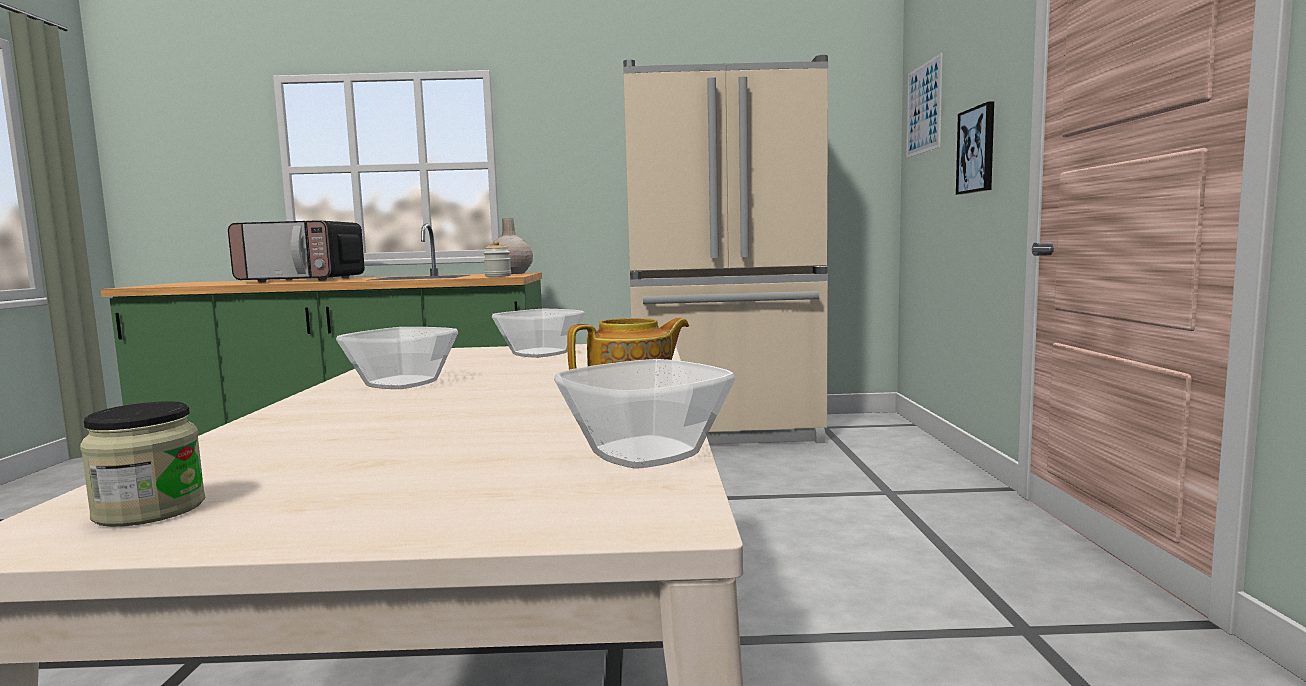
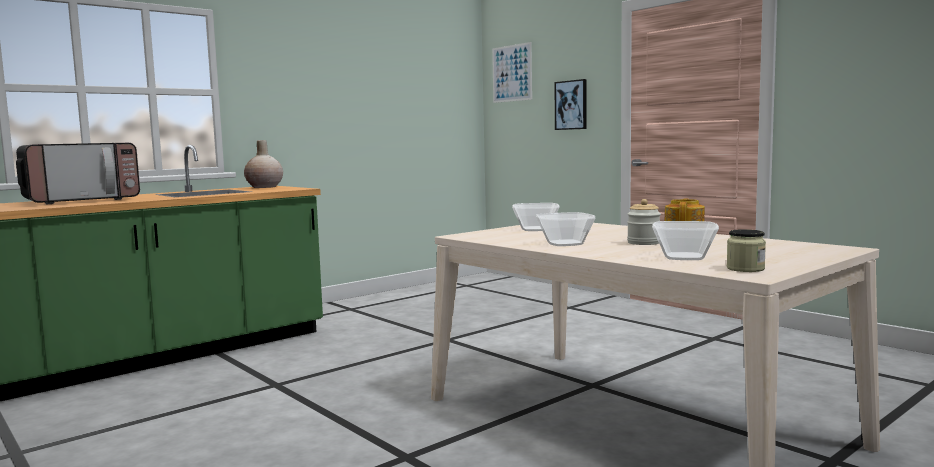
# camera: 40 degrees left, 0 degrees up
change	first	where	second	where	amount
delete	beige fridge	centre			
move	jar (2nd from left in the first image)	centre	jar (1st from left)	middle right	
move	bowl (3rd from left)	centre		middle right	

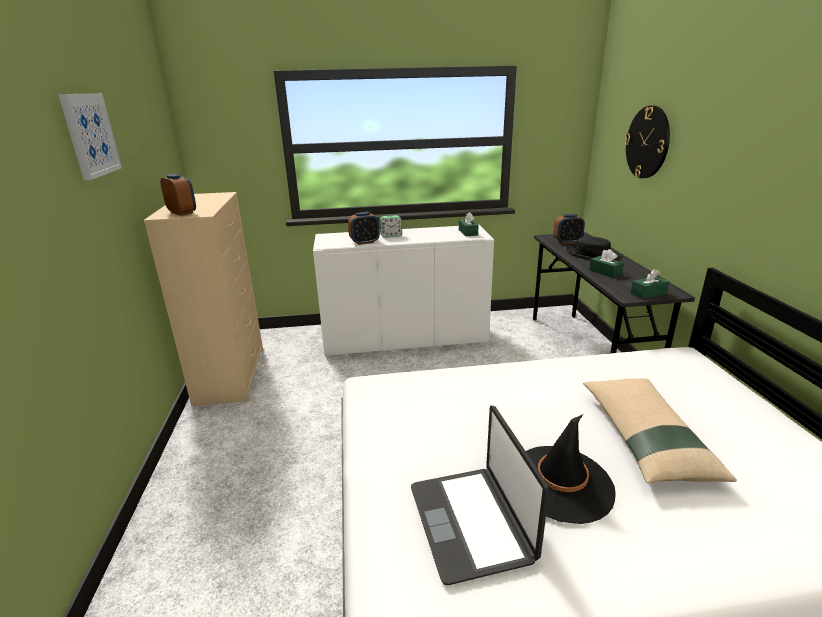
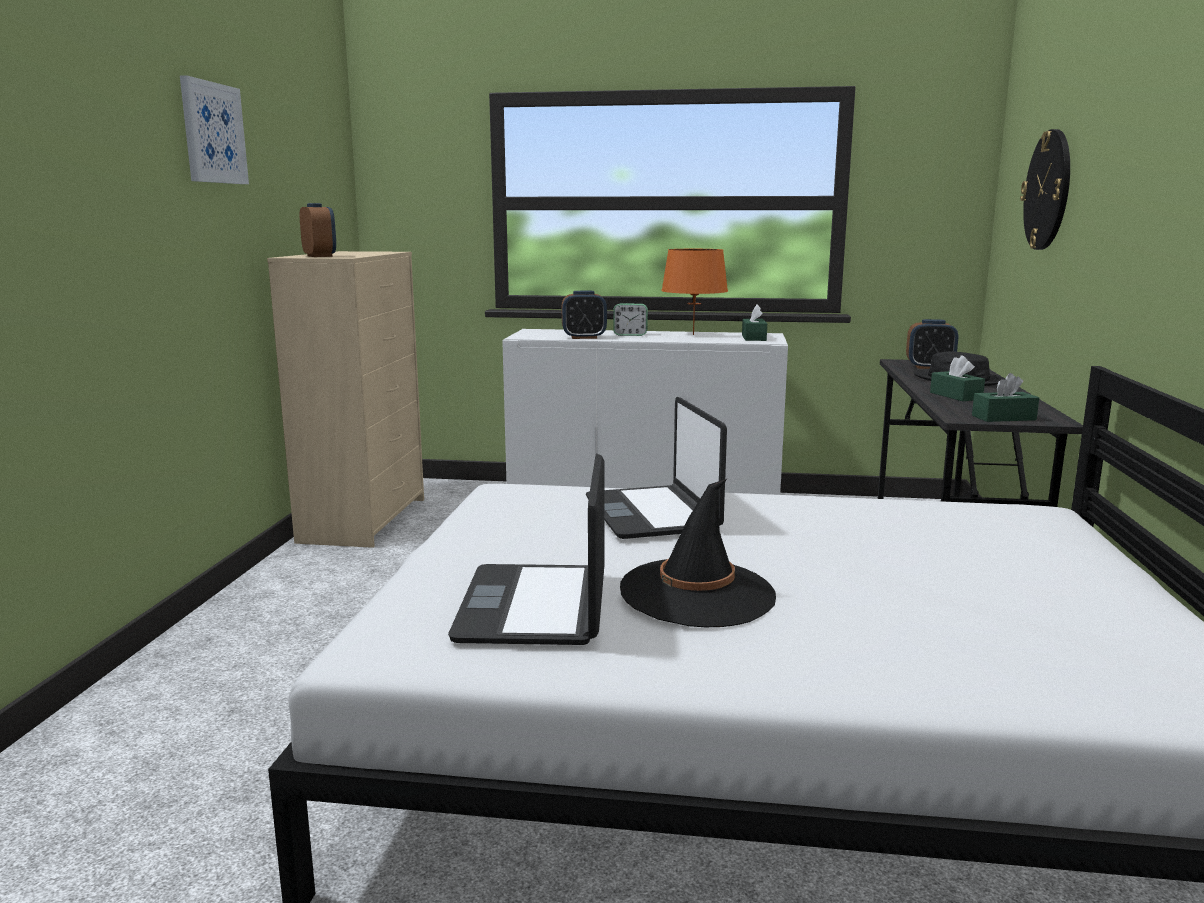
# camera: 15 degrees right, 10 degrees down
change	first	where	second	where	amount
delete	beige pillow	bottom right			
insert			laptop (2nd from left)	centre	
insert			orange table lamp	top centre	

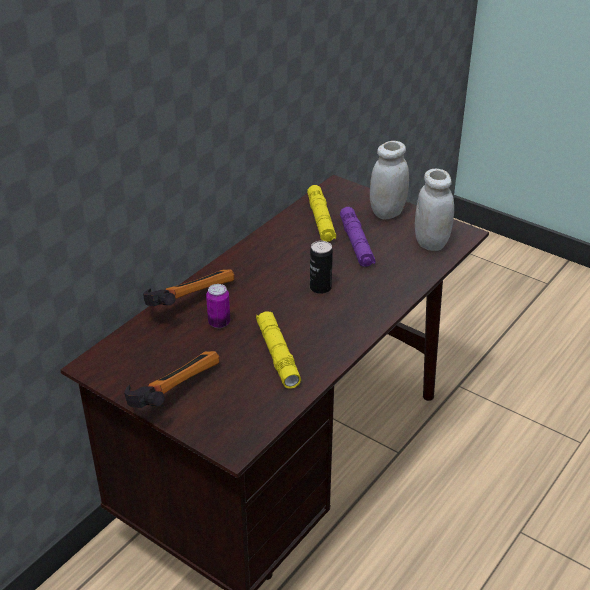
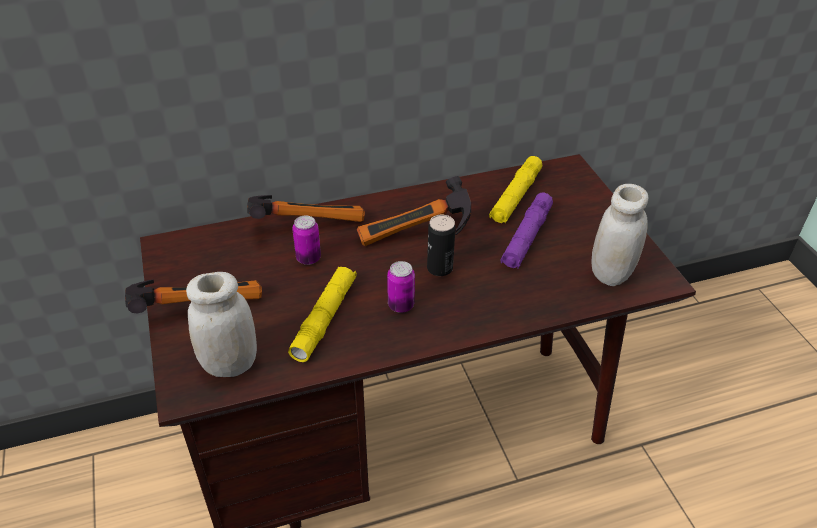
# camera: 35 degrees right, 5 degrees up
change	first	where	second	where	amount
insert			hammer (3rd from left)	centre	
insert			can (2nd from left)	centre	
move	white jar (1st from left)	top centre		middle left	

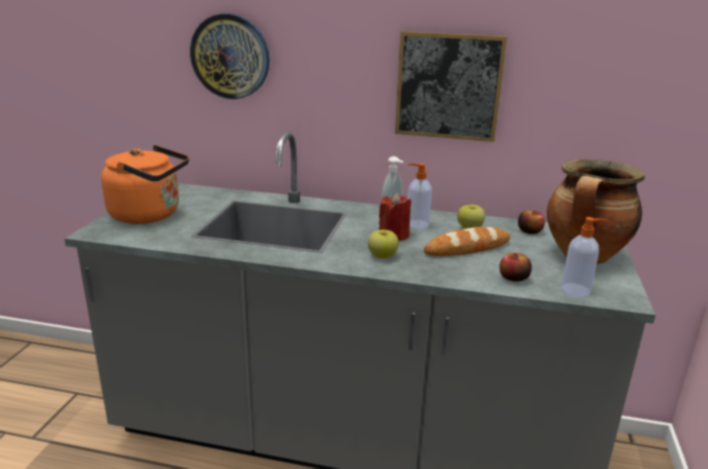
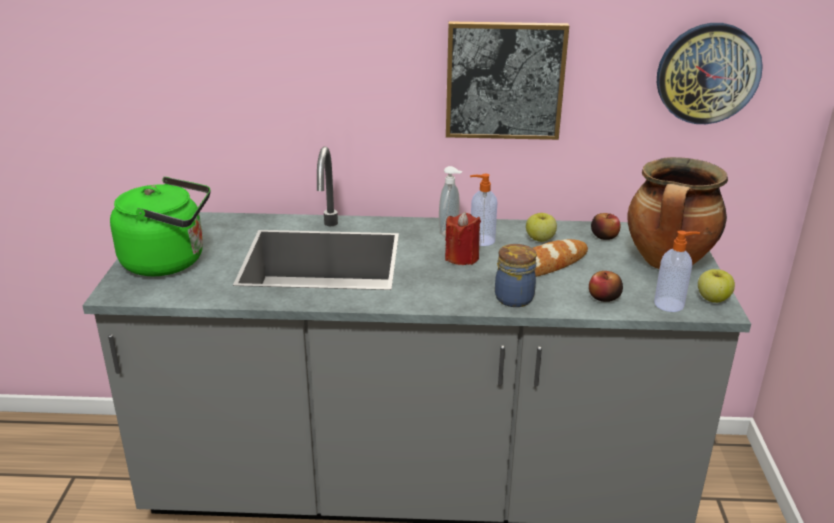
# camera: 10 degrees left, 5 degrees up
change	first	where	second	where	amount
insert			jar	centre	
move	wall clock	top left		top right	
move	apple (1st from left in the first image)	centre	apple (4th from left)	middle right	
recolor	orange kettle	middle left	green kettle	middle left	

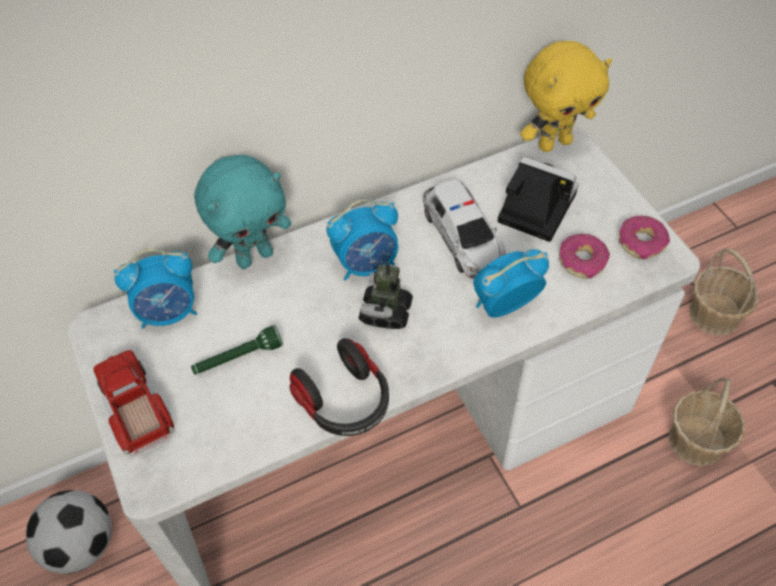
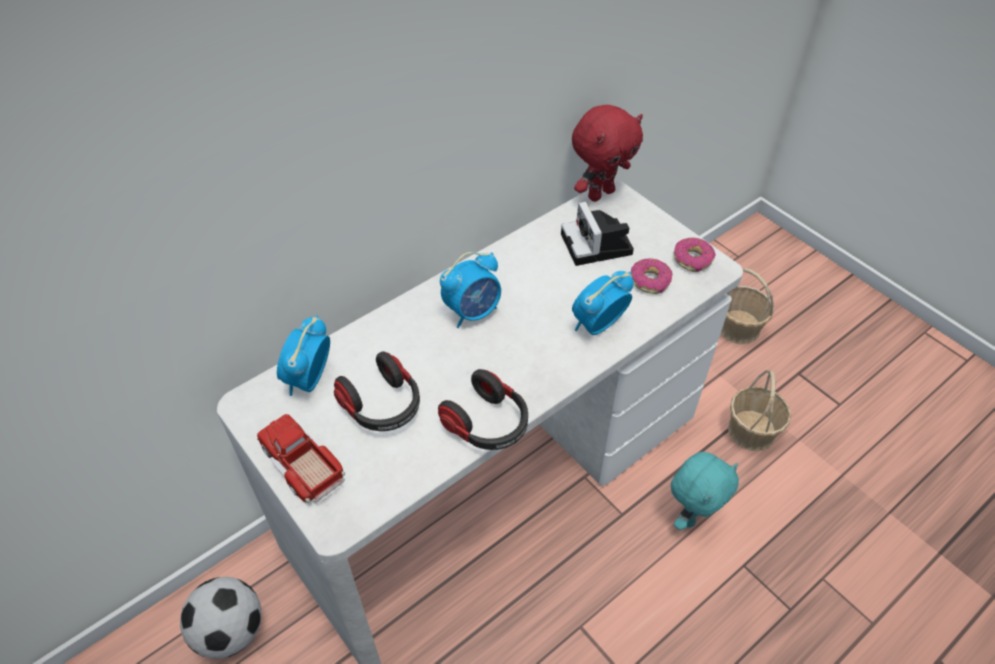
# camera: 15 degrees left, 5 degrees down
change	first	where	second	where	amount
delete	toy robot	centre			
delete	toy car	centre			
move	turquoise plush toy	middle left		bottom right	
replace	green flashlight	middle left	headphones (1st from left)	centre	
recolor	yellow plush toy	top right	red plush toy	top centre	
rotate	alarm clock (1st from left)	middle left		middle left	135 degrees clockwise
rotate	photo camera	middle right		centre	120 degrees counterclockwise

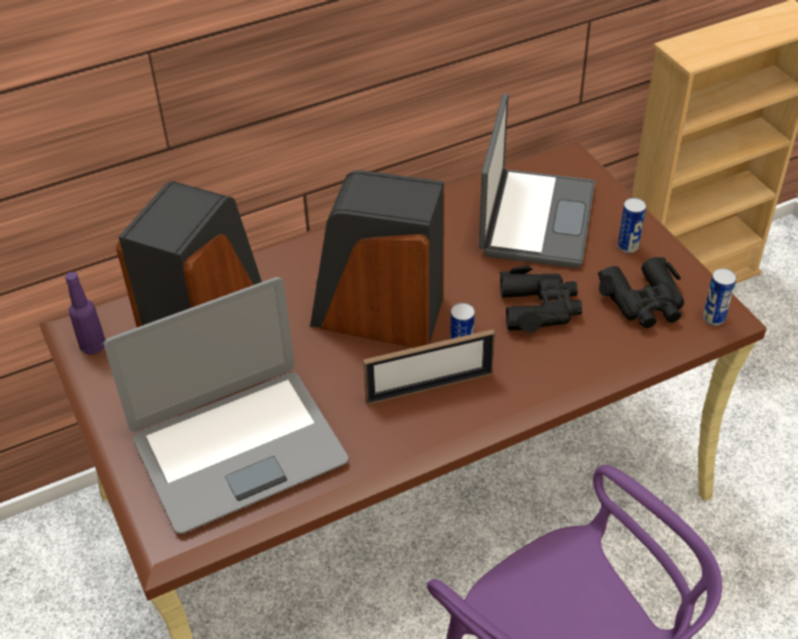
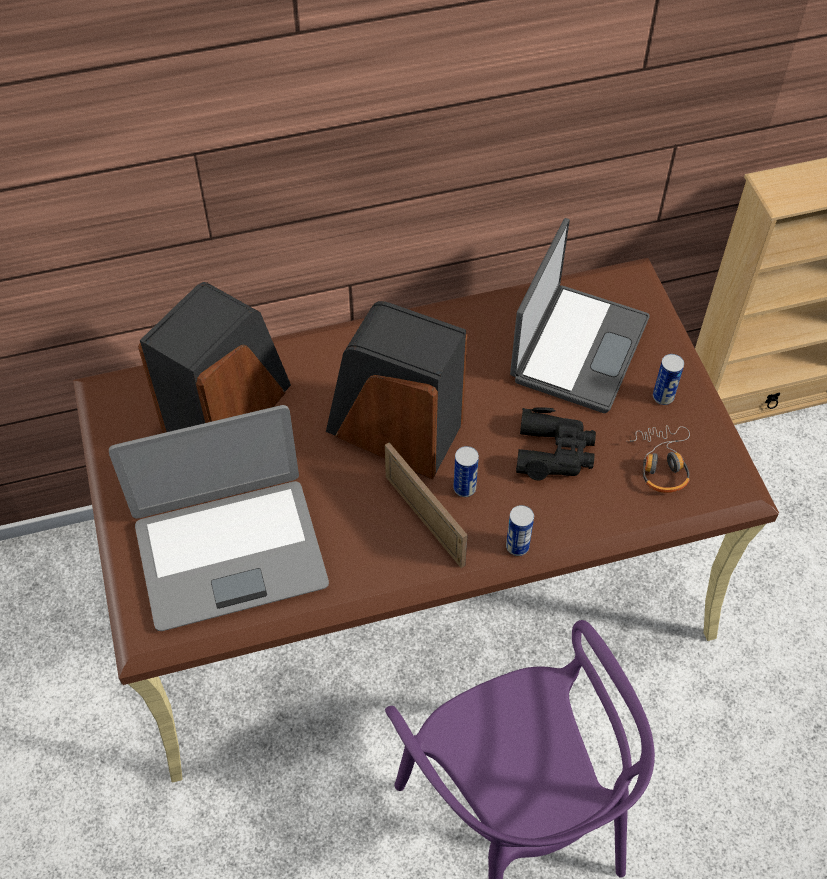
# camera: 10 degrees right, 10 degrees up
change	first	where	second	where	amount
delete	purple bottle	middle left			
move	can (3rd from left in the first image)	middle right	can (2nd from left)	centre	
replace	black binoculars (2nd from left)	middle right	headphones	middle right	
rotate	picture frame	centre		centre	120 degrees counterclockwise

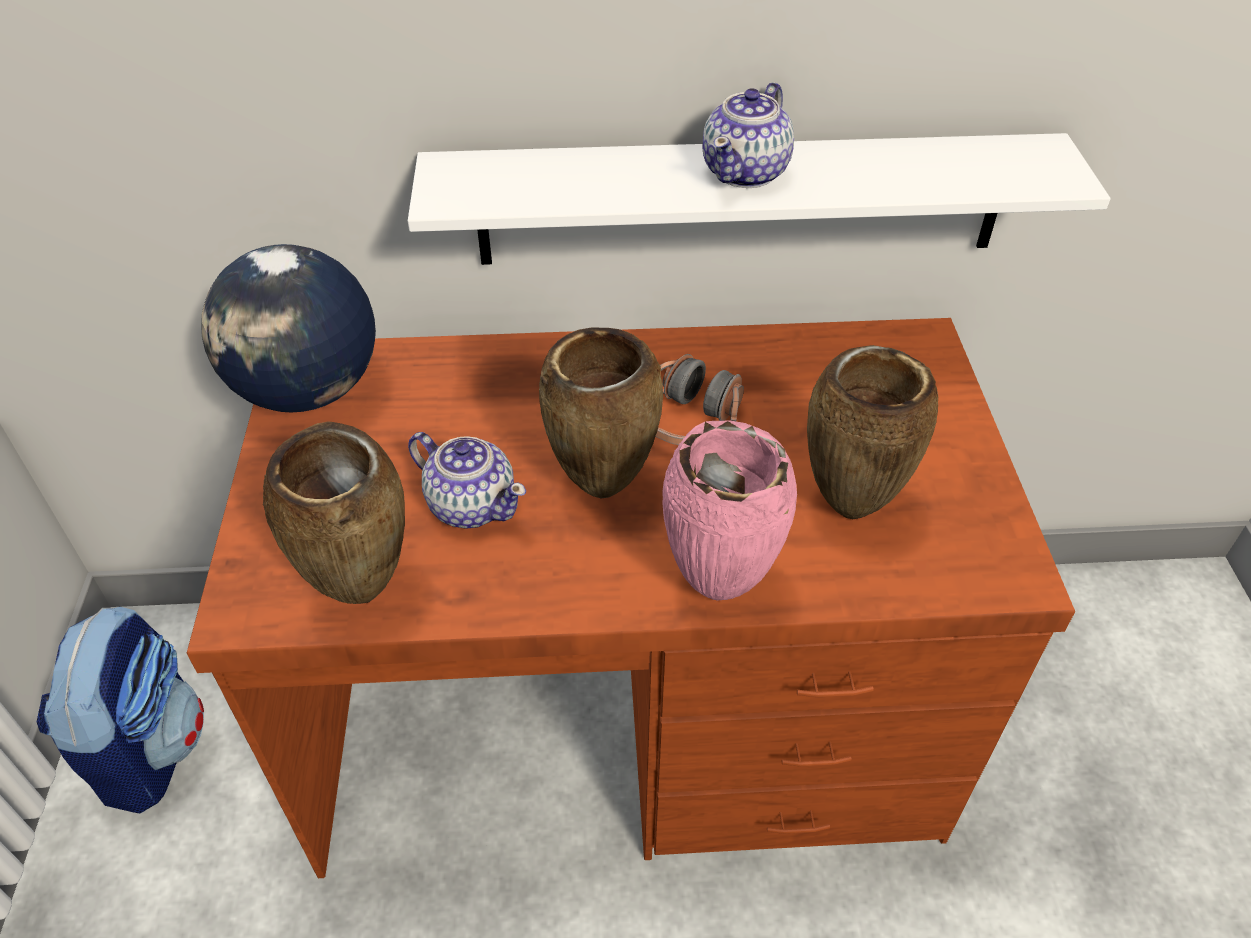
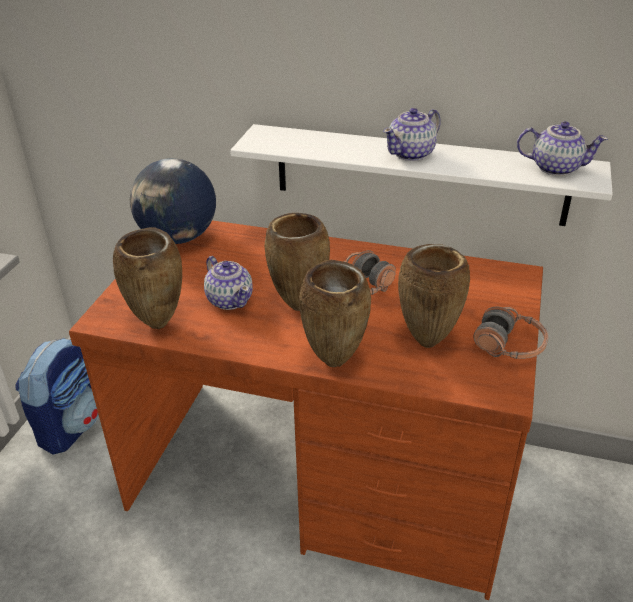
# camera: 20 degrees right, 10 degrees down
change	first	where	second	where	amount
insert			headphones (2nd from left)	middle right	
insert			teapot (3rd from left)	top right	
recolor	pink vase	centre	brown vase (3rd from left)	centre	

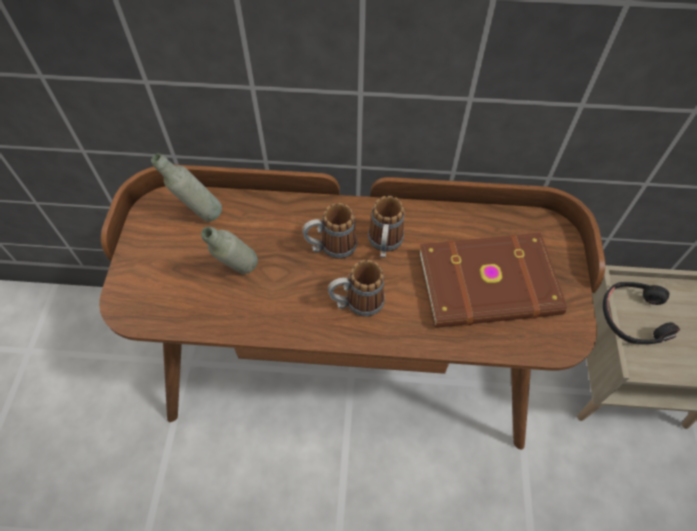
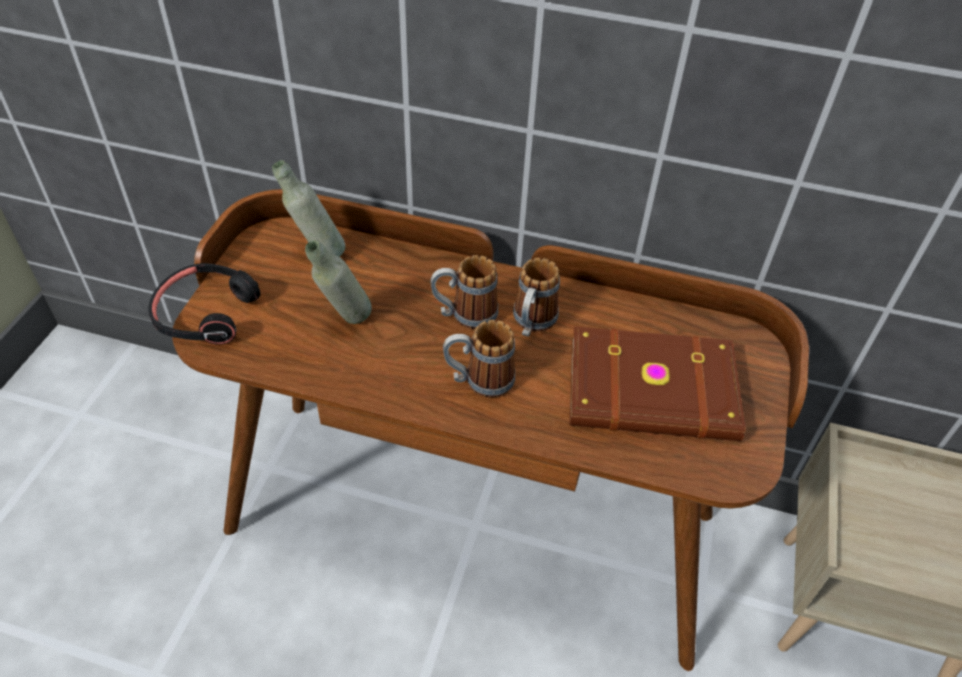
# camera: 10 degrees right, 10 degrees down
change	first	where	second	where	amount
move	black headphones	middle right		middle left	

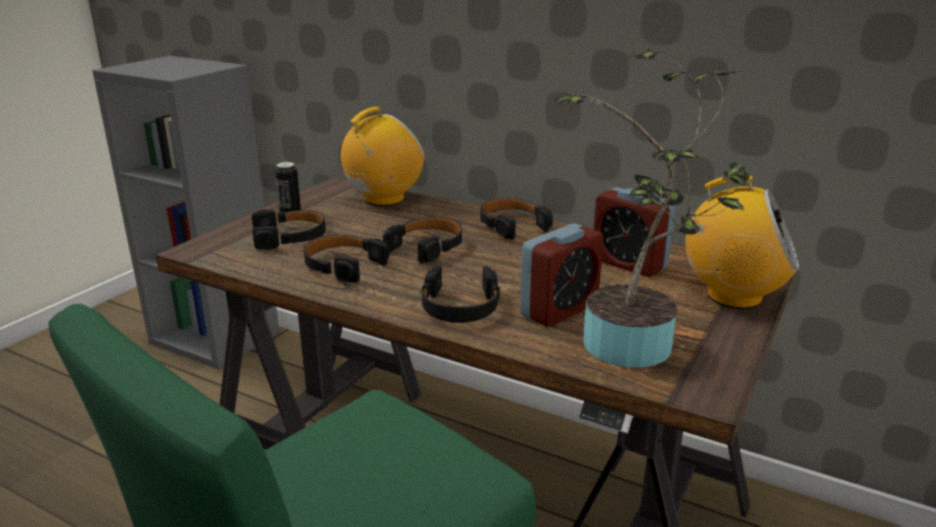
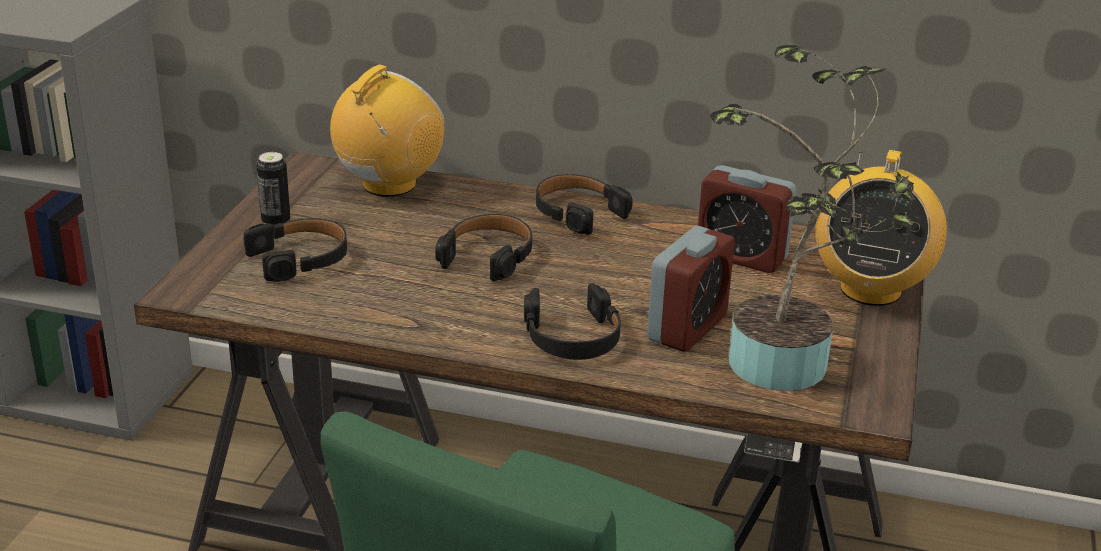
# camera: 15 degrees left, 5 degrees up
change	first	where	second	where	amount
delete	black headphones (2nd from left)	centre			
rotate	radio (2nd from left)	middle right		middle right	105 degrees clockwise

